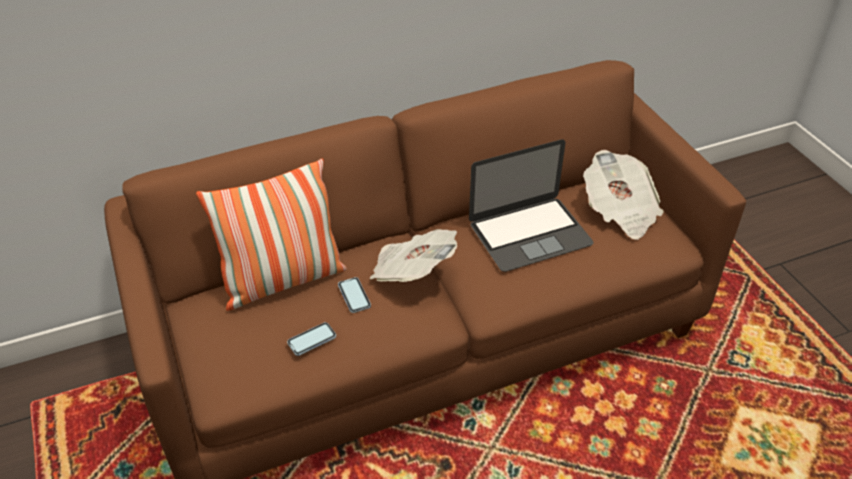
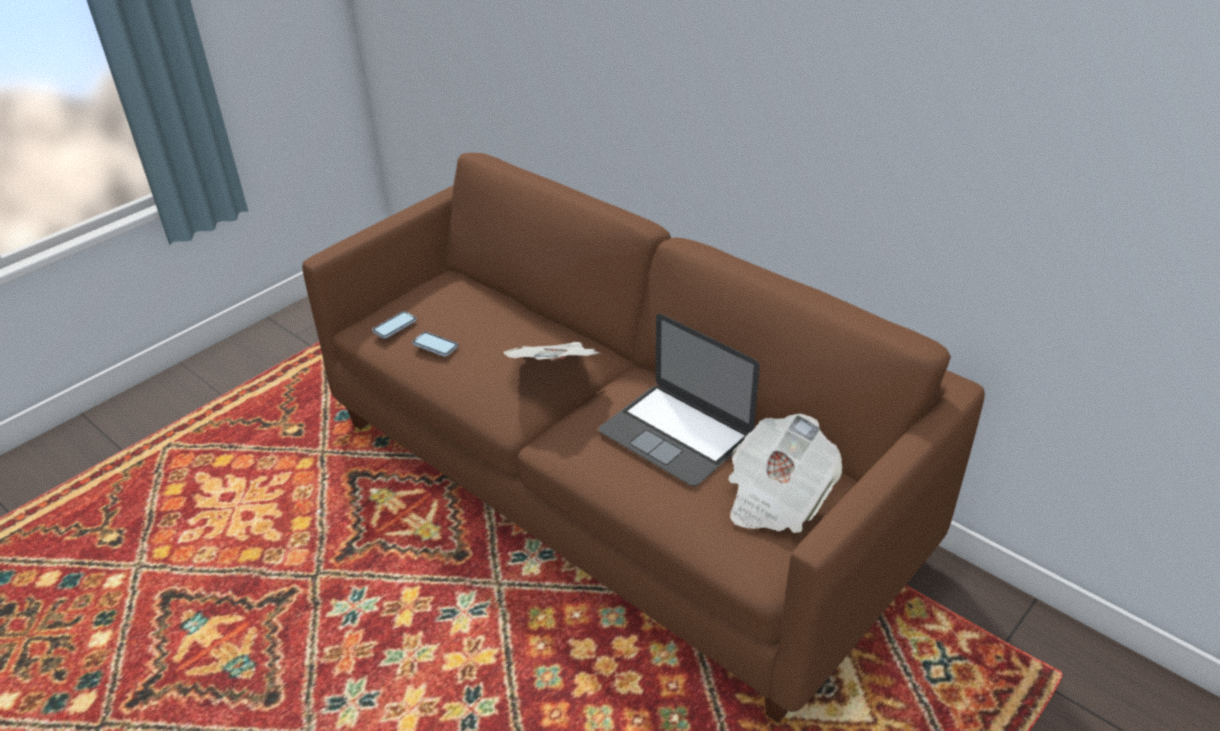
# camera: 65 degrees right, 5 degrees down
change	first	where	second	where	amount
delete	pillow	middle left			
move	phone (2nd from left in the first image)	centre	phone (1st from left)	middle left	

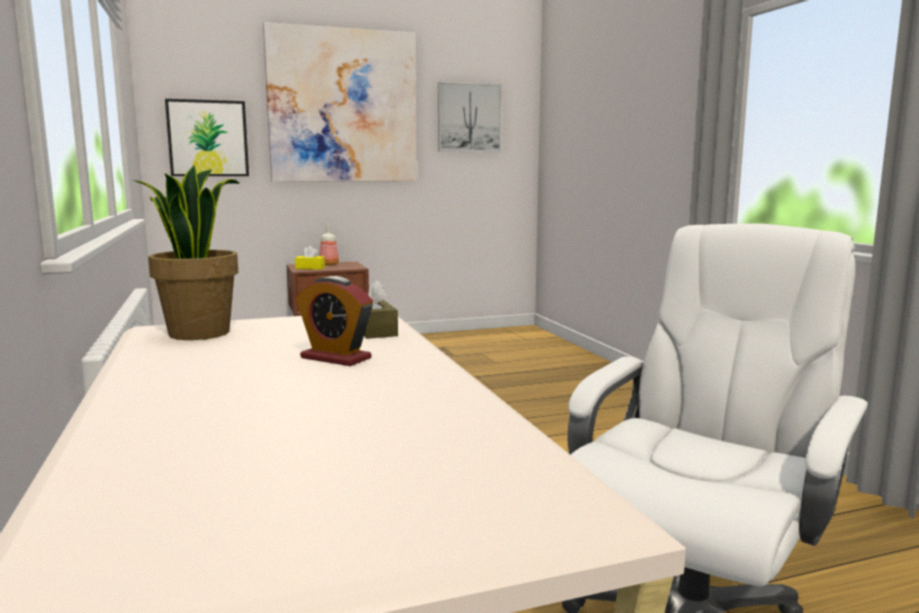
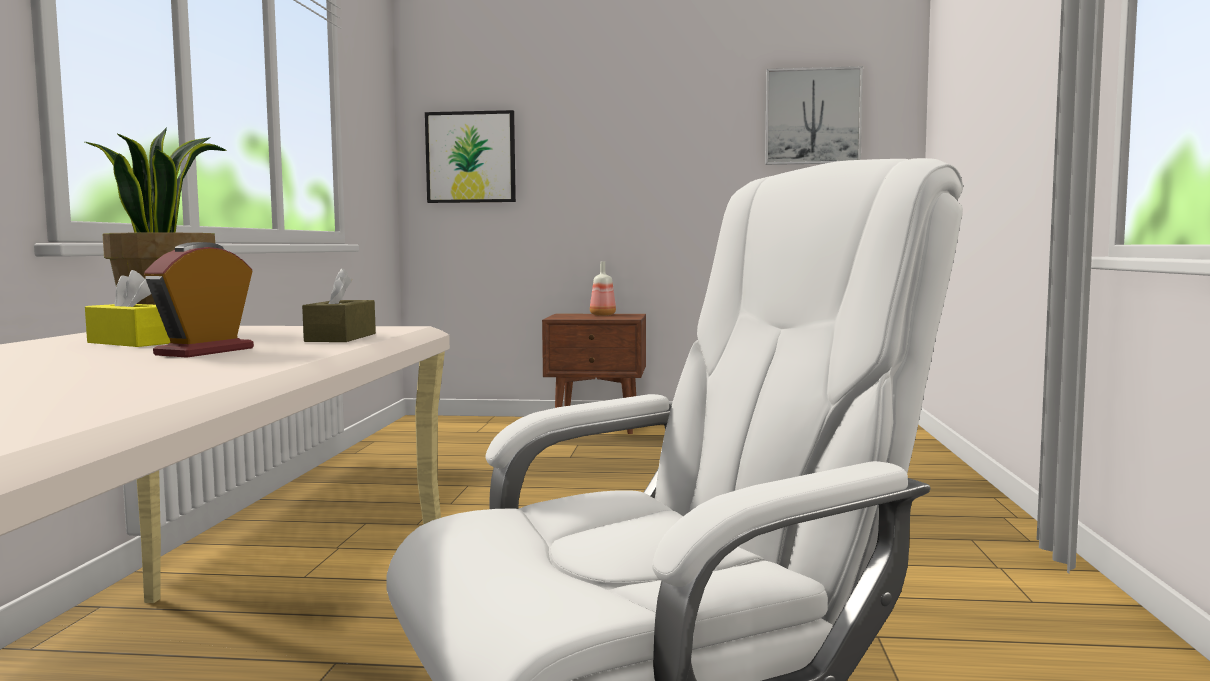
# camera: 25 degrees right, 5 degrees down
change	first	where	second	where	amount
delete	picture (2nd from left)	top centre			
move	yellow tissue box	centre		middle left	
rotate	alarm clock	centre		middle left	60 degrees clockwise

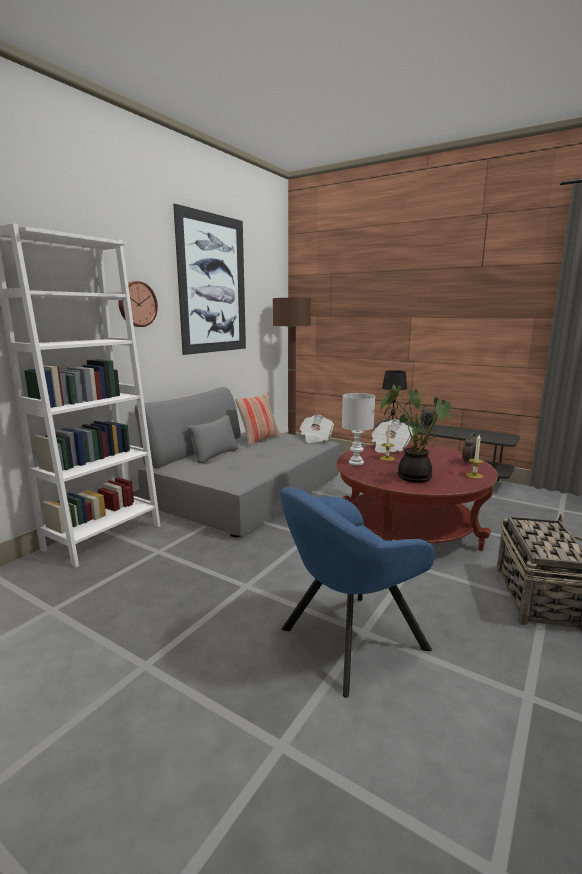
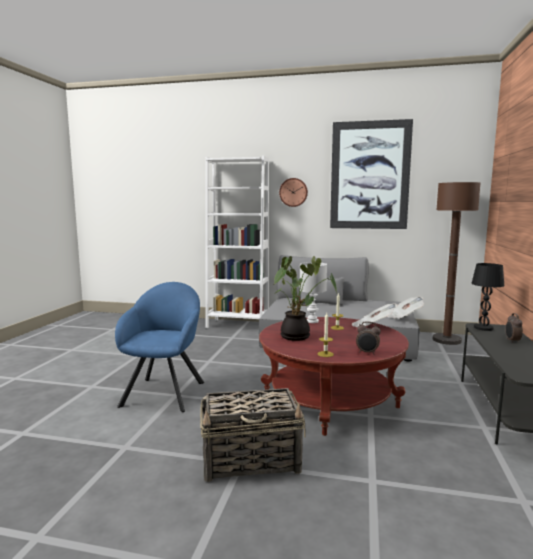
# camera: 70 degrees right, 5 degrees down
change	first	where	second	where	amount
delete	pillow	centre			
rotate	blue armchair	bottom centre		middle left	60 degrees clockwise

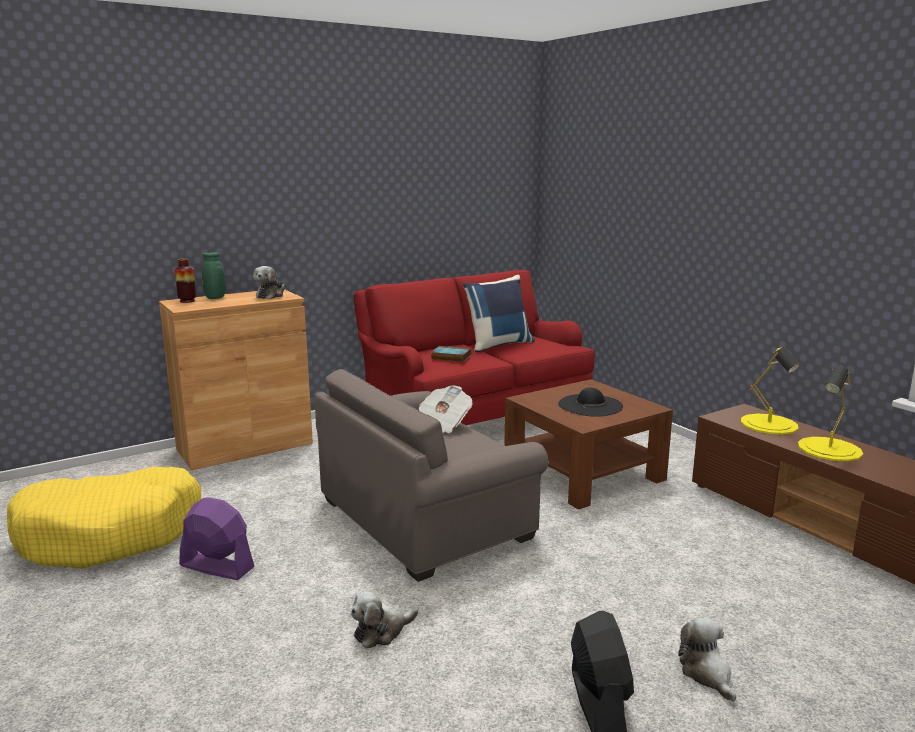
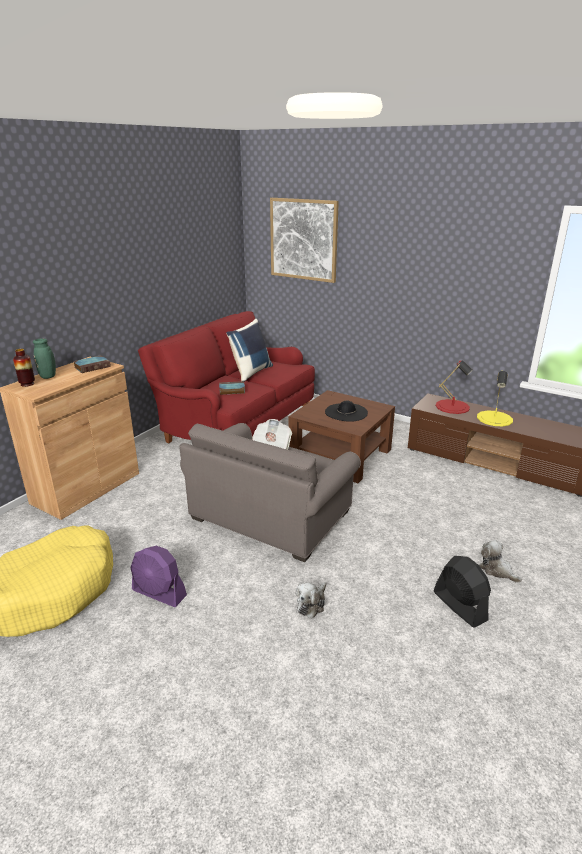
# camera: 25 degrees left, 10 degrees up
change	first	where	second	where	amount
insert			picture	top centre	
replace	plush toy (1st from left)	middle left	book (1st from left)	middle left	
recolor	yellow table lamp (1st from left)	middle right	red table lamp	middle right	
rotate	purple fan	bottom left		bottom left	150 degrees counterclockwise

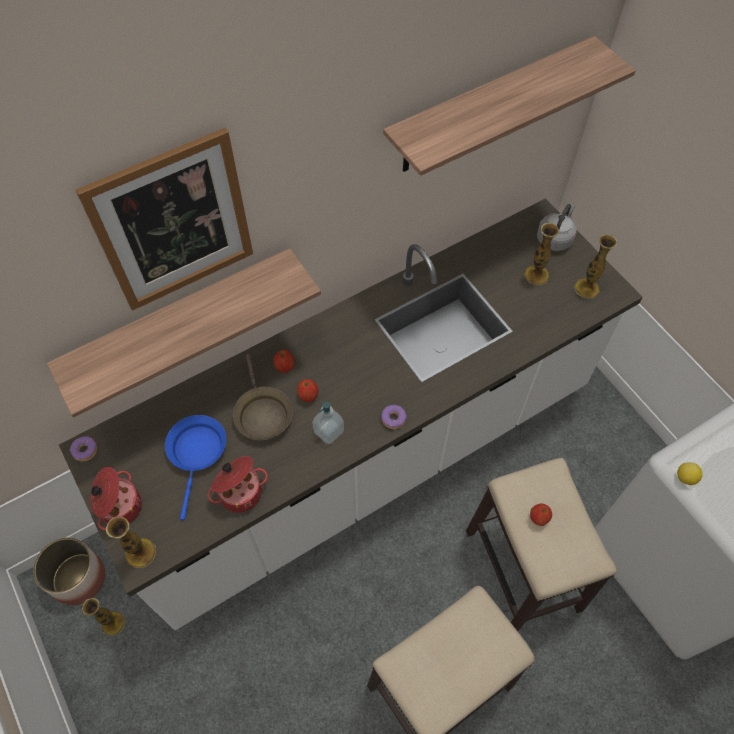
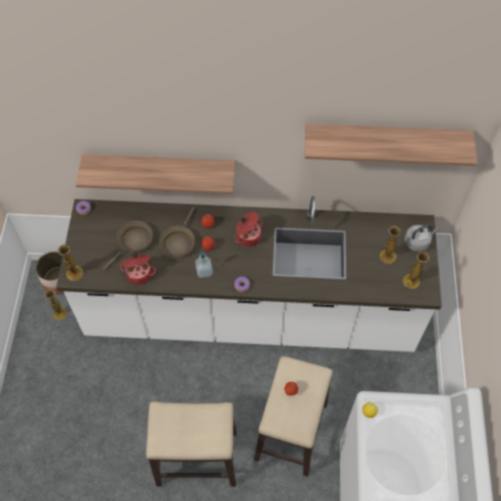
# camera: 35 degrees right, 0 degrees up
change	first	where	second	where	amount
delete	picture	top left			
move	cooking pot (1st from left in the first image)	bottom left	cooking pot (2nd from left)	centre	
recolor	blue frying pan	middle left	brown frying pan (1st from left)	middle left	

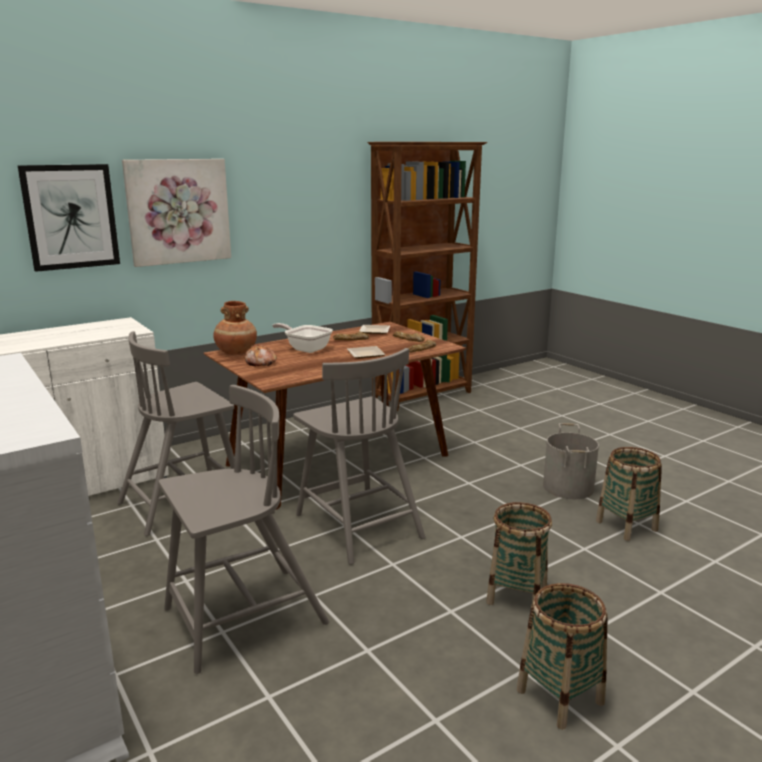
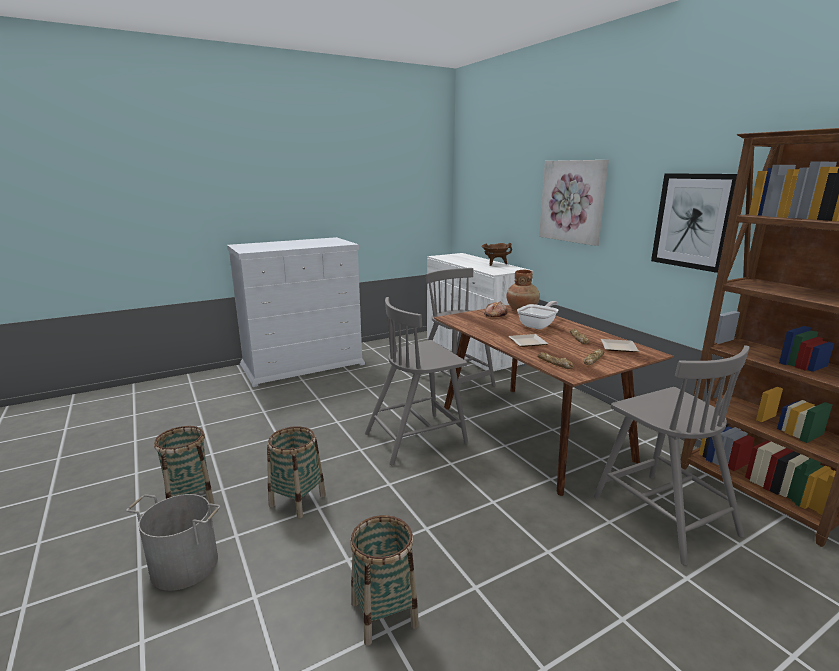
# camera: 95 degrees right, 0 degrees up
change	first	where	second	where	amount
insert			brown cooking pot	centre	
move	picture (1st from left in the first image)	top left	picture (2nd from left)	top right	
move	grey chair (2nd from left in the first image)	bottom left	grey chair (3rd from left)	bottom right	
move	grey bucket	middle right		bottom left	

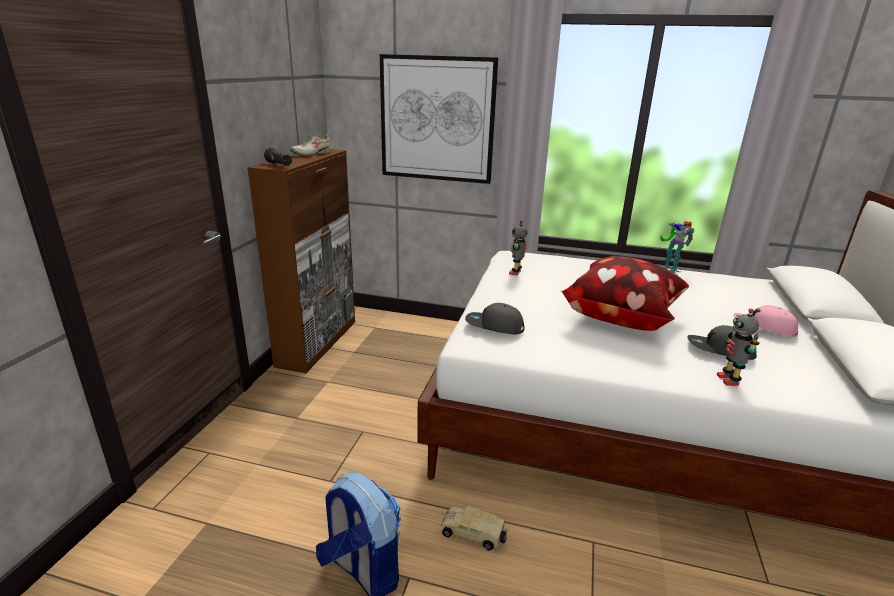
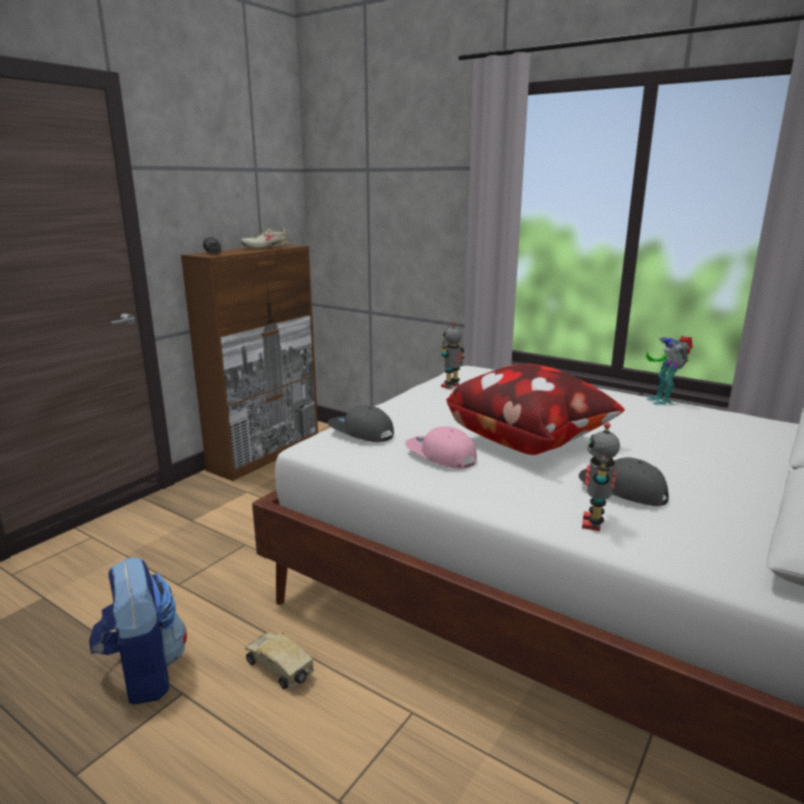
# camera: 20 degrees right, 5 degrees down
change	first	where	second	where	amount
delete	picture	top centre			
move	pink cap	middle right		centre	

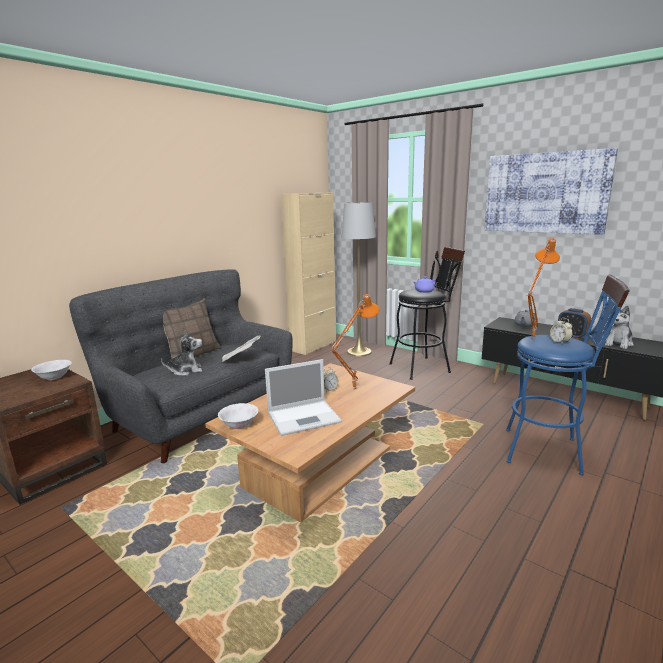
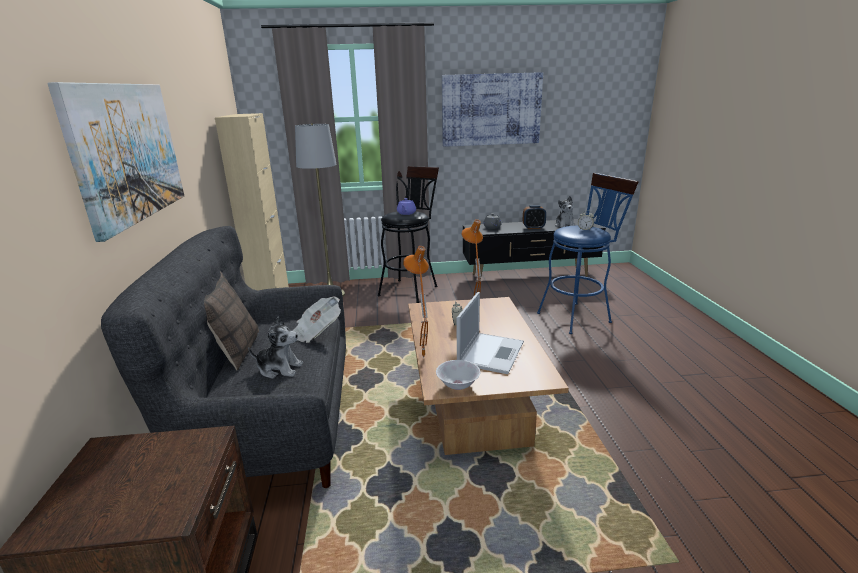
# camera: 45 degrees left, 5 degrees up
change	first	where	second	where	amount
delete	white bowl (1st from left)	middle left			
insert			picture (1st from left)	top left	
move	orange table lamp (2nd from left in the first image)	middle right	orange table lamp (1st from left)	centre	
rotate	plush toy (1st from left)	middle left		middle left	75 degrees clockwise

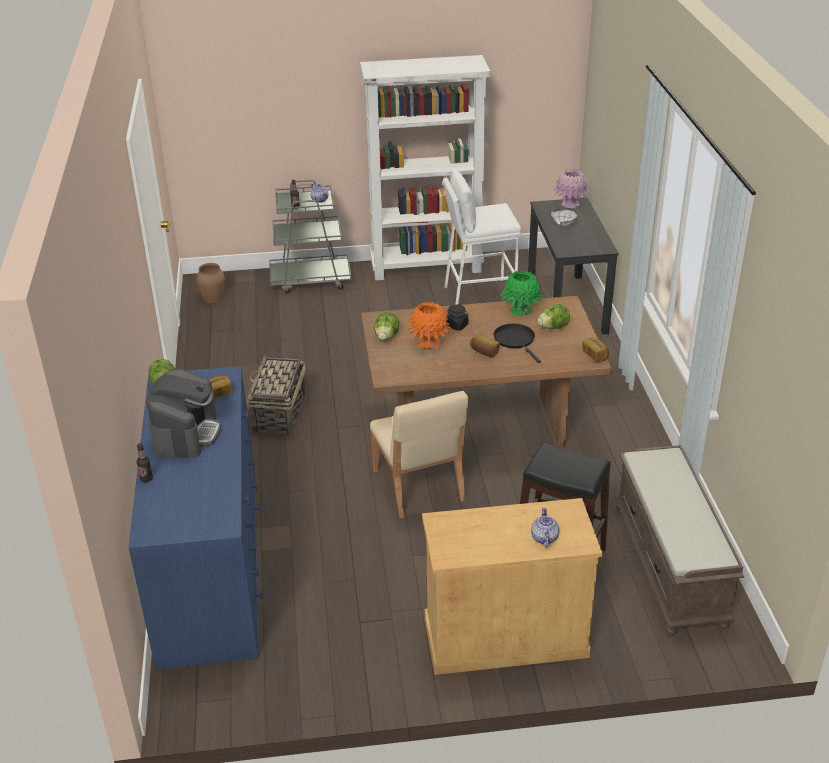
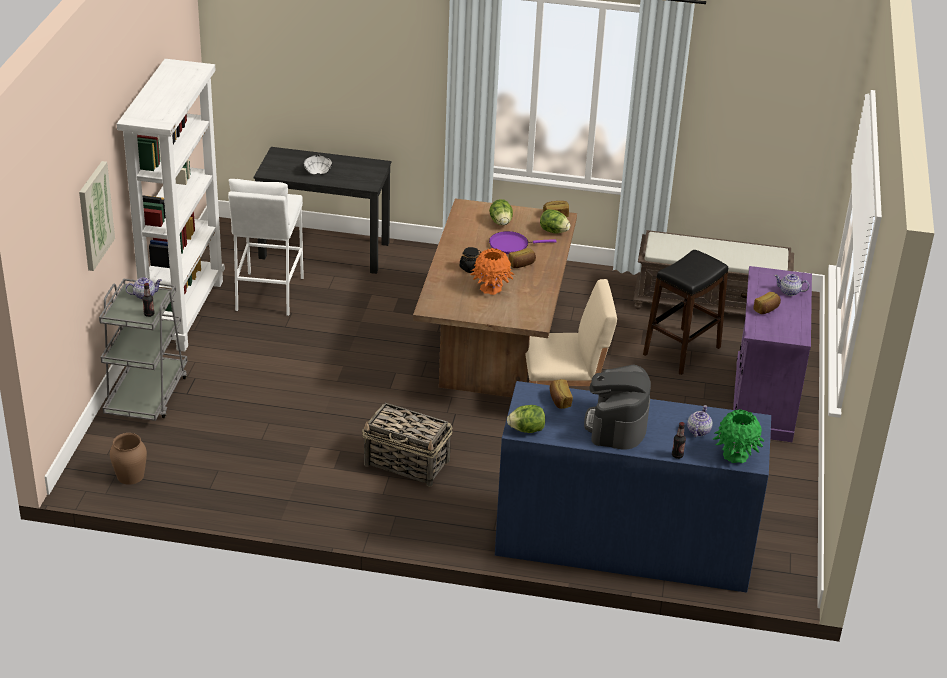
# camera: 75 degrees left, 0 degrees up
change	first	where	second	where	amount
delete	pink vase	top right			
insert			picture	top left	
insert			teapot (2nd from left)	middle right	
insert			bread (4th from left)	middle right	
move	lettuce (2nd from left in the first image)	centre	lettuce (3rd from left)	top centre	
move	green vase	centre		middle right	
recolor	beige cabinet	bottom centre	purple cabinet	middle right	
recolor	black frying pan	centre	purple frying pan	centre	
rotate	coffee machine	middle left		centre	105 degrees counterclockwise

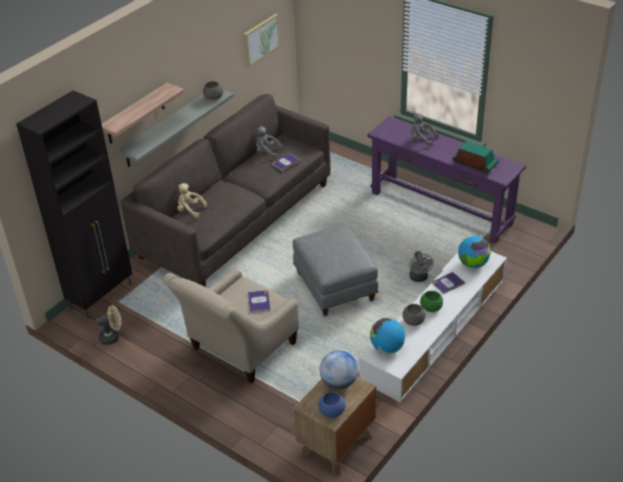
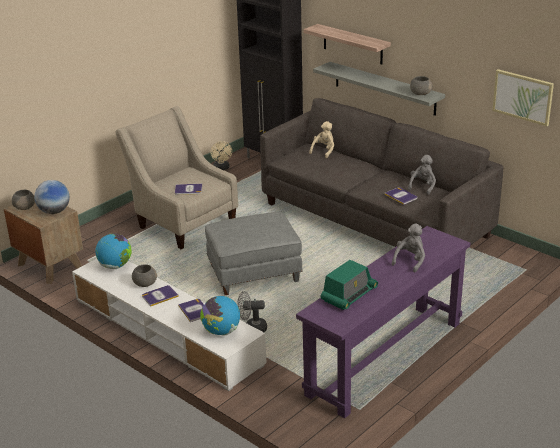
# camera: 95 degrees right, 10 degrees down
change	first	where	second	where	amount
replace	green bowl	middle right	book (1st from left)	middle left	
recolor	blue bowl	bottom centre	grey bowl (1st from left)	middle left	

